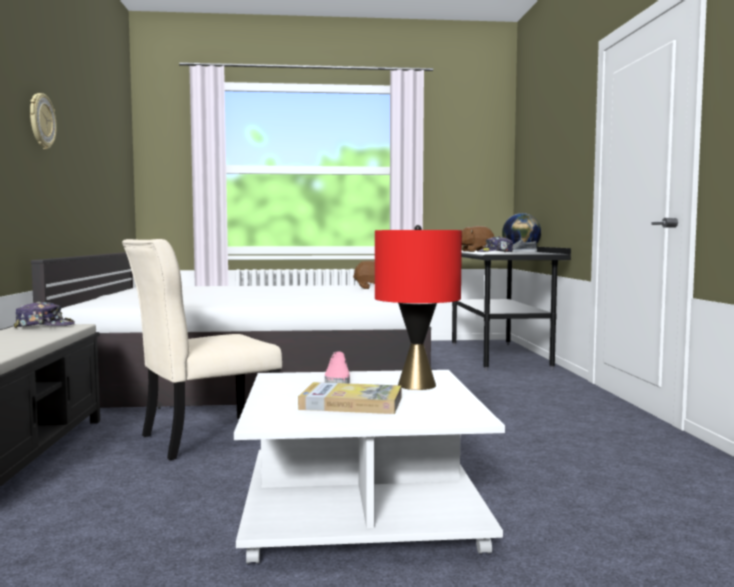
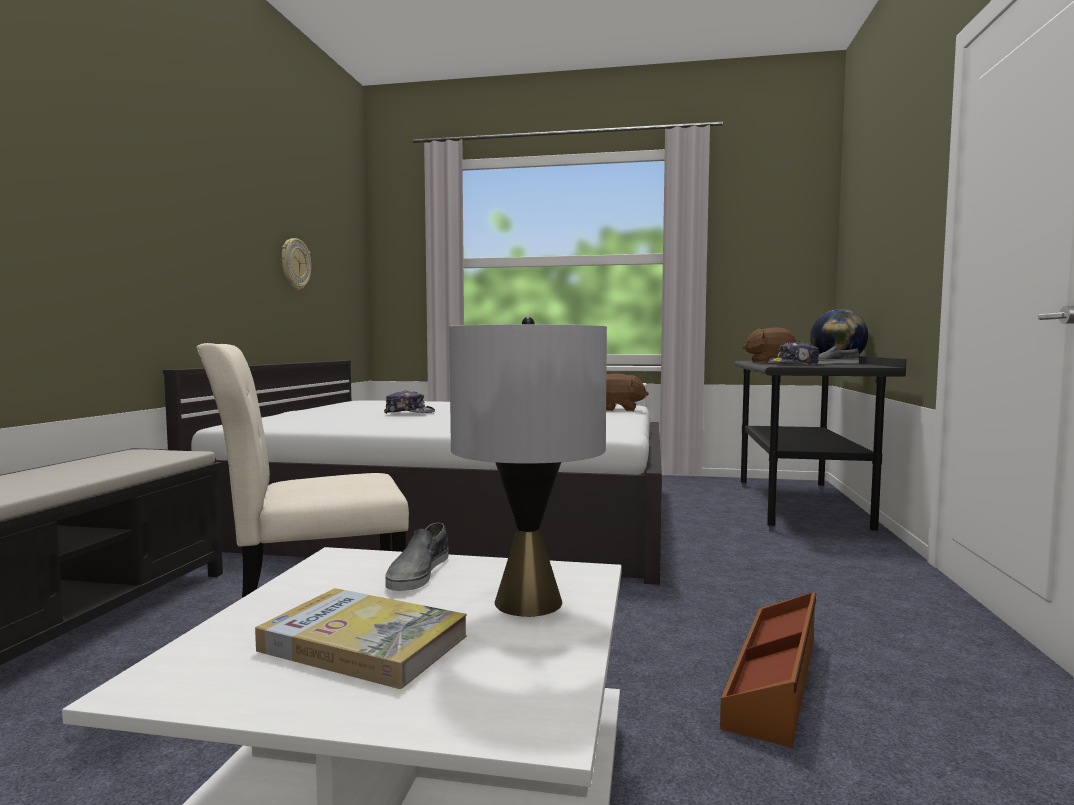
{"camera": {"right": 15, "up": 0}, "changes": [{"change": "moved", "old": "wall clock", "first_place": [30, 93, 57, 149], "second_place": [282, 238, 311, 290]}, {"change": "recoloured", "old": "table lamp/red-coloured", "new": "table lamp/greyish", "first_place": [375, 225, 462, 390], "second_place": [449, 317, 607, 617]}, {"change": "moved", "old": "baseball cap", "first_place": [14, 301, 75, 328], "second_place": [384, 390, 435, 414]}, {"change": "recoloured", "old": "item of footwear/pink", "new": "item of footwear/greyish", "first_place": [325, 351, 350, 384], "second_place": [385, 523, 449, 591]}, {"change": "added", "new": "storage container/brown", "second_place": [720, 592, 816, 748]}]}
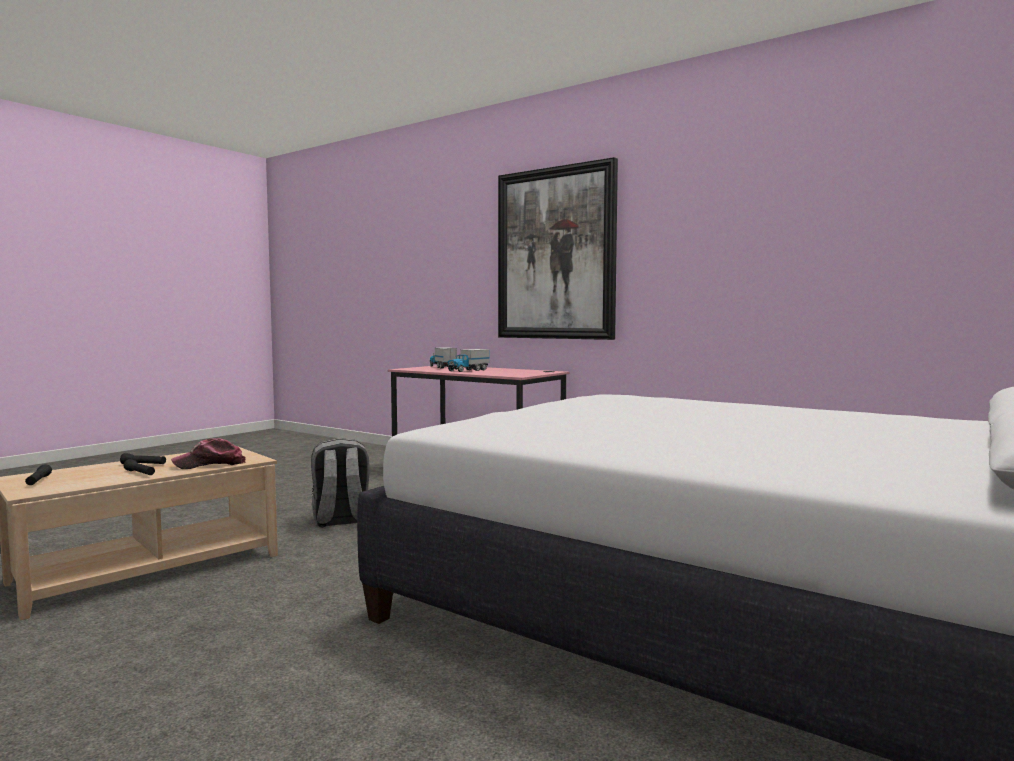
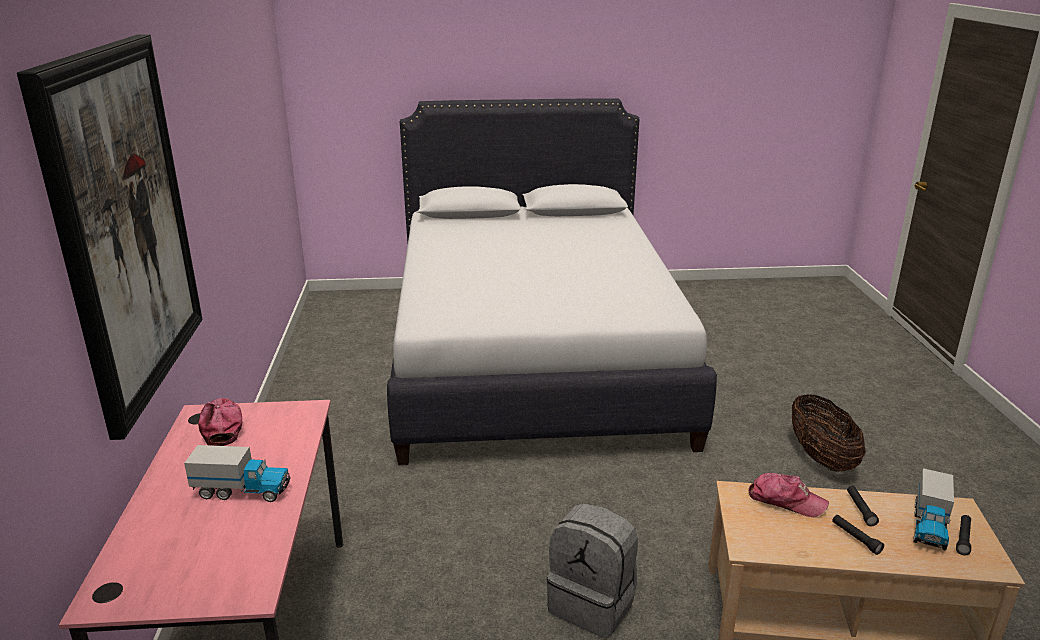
{"camera": {"right": -130, "up": 20}, "changes": [{"change": "moved", "old": "toy truck", "first_place": [430, 347, 457, 368], "second_place": [913, 468, 954, 550]}, {"change": "added", "new": "basket", "second_place": [792, 394, 866, 472]}, {"change": "added", "new": "baseball cap", "second_place": [198, 398, 242, 446]}]}
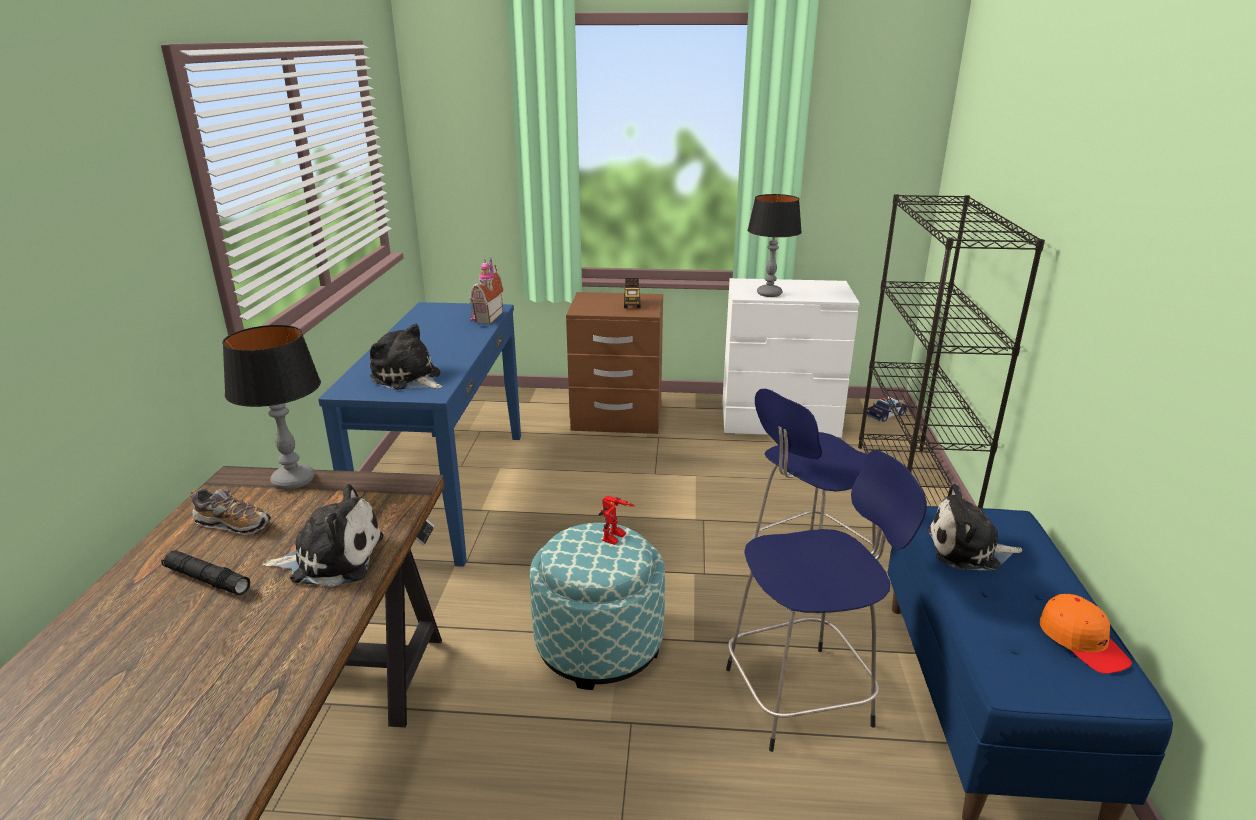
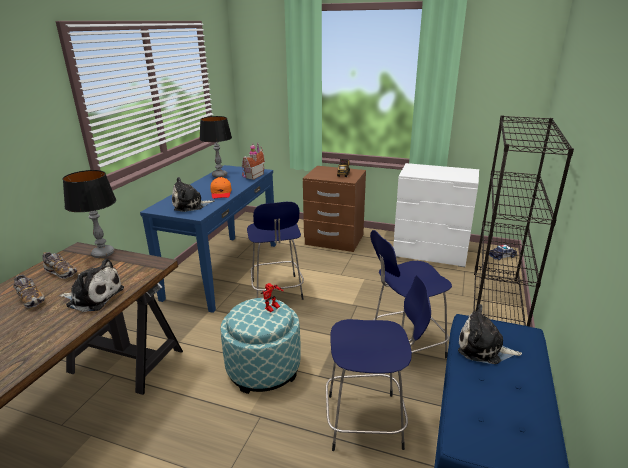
{"camera": {"right": 15, "up": 0}, "changes": [{"change": "moved", "old": "table lamp", "first_place": [747, 194, 802, 297], "second_place": [199, 116, 232, 178]}, {"change": "turned", "old": "soft toy", "first_place": [370, 324, 442, 390], "second_place": [172, 177, 214, 212], "degrees": -75}, {"change": "replaced", "old": "flashlight/blackish", "new": "item of footwear", "first_place": [161, 550, 250, 595], "second_place": [14, 274, 45, 308]}, {"change": "moved", "old": "baseball cap/orangey", "first_place": [1040, 594, 1132, 674], "second_place": [210, 177, 232, 199]}, {"change": "added", "new": "stool/blue", "second_place": [247, 202, 304, 300]}]}
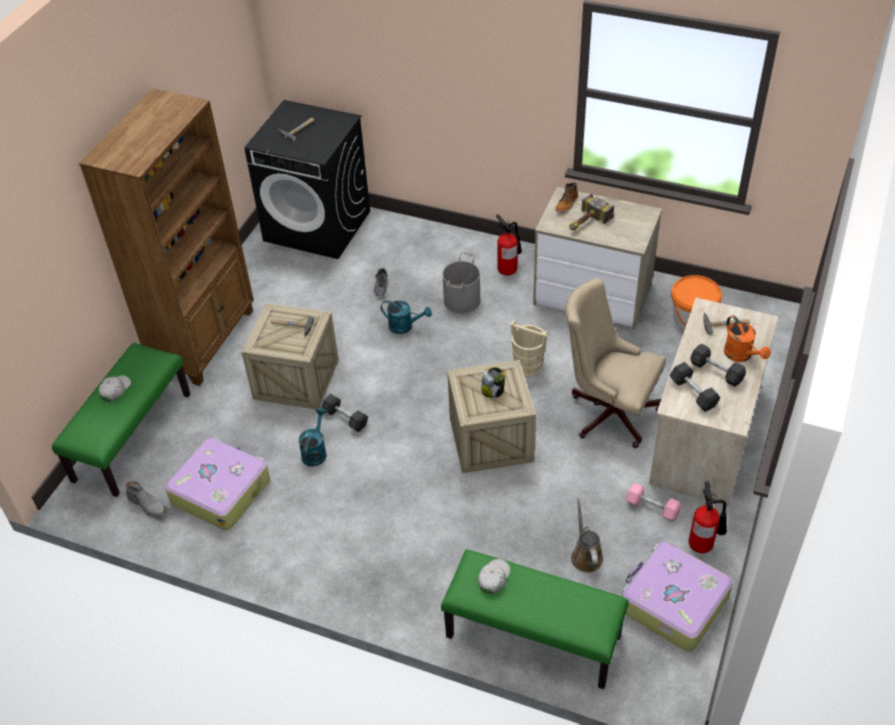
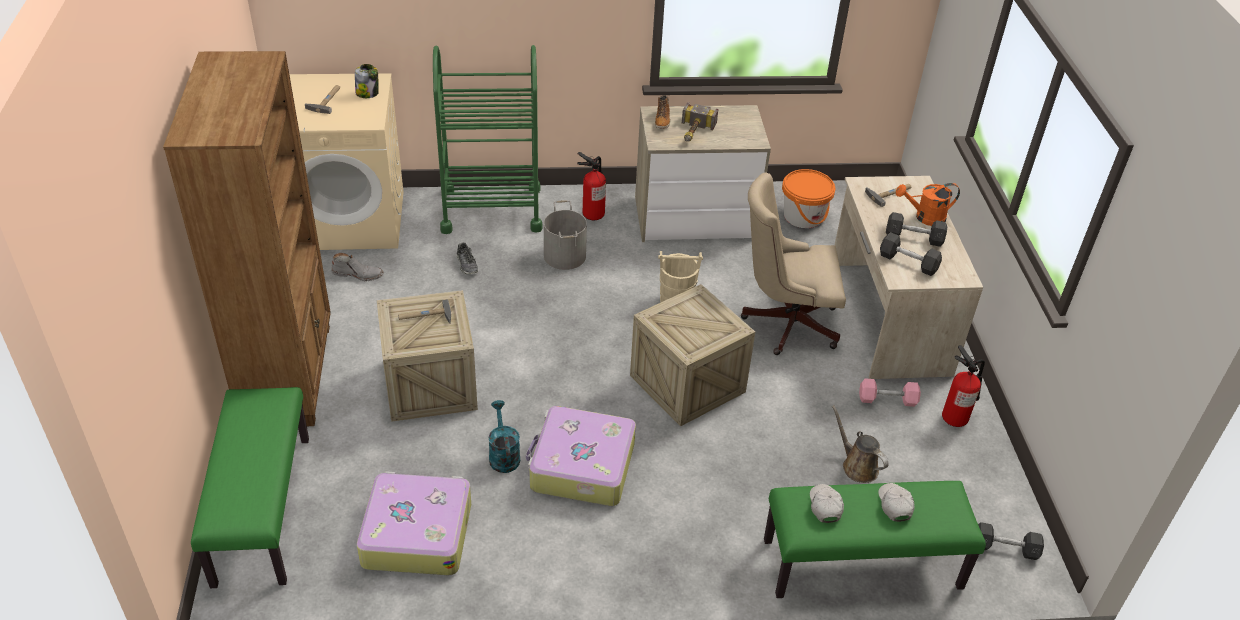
{"camera": {"right": -30, "up": -5}, "changes": [{"change": "recoloured", "old": "laundry machine/blackish", "new": "laundry machine/sand-coloured", "first_place": [244, 100, 370, 259], "second_place": [289, 73, 403, 250]}, {"change": "removed", "old": "sprinkling can/turquoise", "first_place": [381, 300, 432, 334]}, {"change": "turned", "old": "sprinkling can/orangey", "first_place": [724, 315, 771, 362], "second_place": [896, 183, 960, 226], "degrees": 135}, {"change": "moved", "old": "storage jar", "first_place": [481, 367, 505, 398], "second_place": [355, 64, 379, 98]}, {"change": "moved", "old": "baseball cap/white-coloured", "first_place": [99, 375, 131, 401], "second_place": [878, 483, 914, 522]}, {"change": "moved", "old": "free weight/greyish", "first_place": [322, 394, 368, 432], "second_place": [978, 522, 1044, 560]}, {"change": "moved", "old": "tall boot/greyish", "first_place": [126, 481, 167, 518], "second_place": [332, 253, 384, 281]}, {"change": "moved", "old": "travel case", "first_place": [622, 541, 733, 652], "second_place": [526, 406, 636, 506]}, {"change": "added", "new": "wheeled cart/greenish", "second_place": [433, 45, 542, 234]}]}
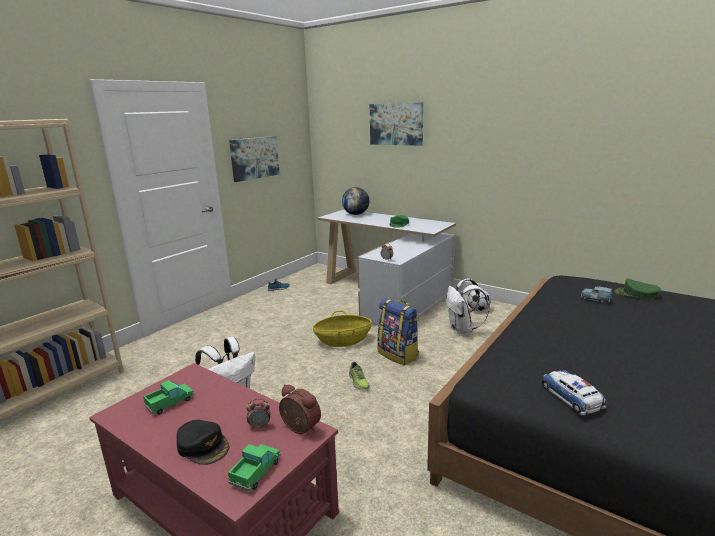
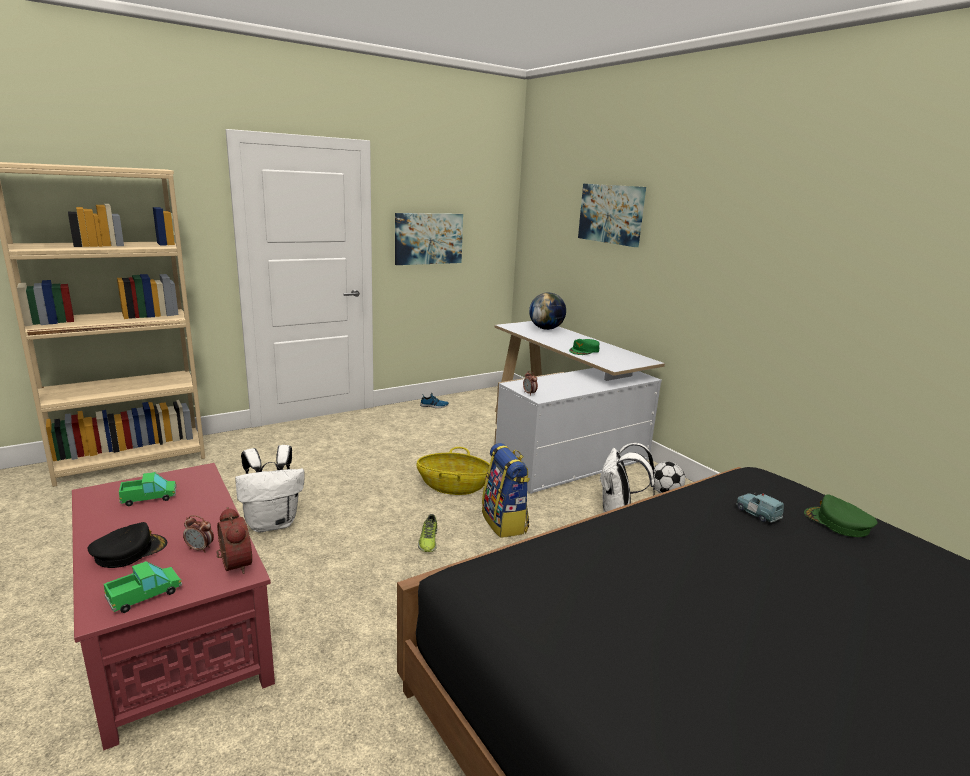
{"camera": {"right": 20, "up": 0}, "changes": [{"change": "removed", "old": "toy car", "first_place": [542, 370, 606, 416]}, {"change": "turned", "old": "baseball cap/blackish", "first_place": [177, 420, 229, 465], "second_place": [87, 522, 167, 568], "degrees": -105}]}
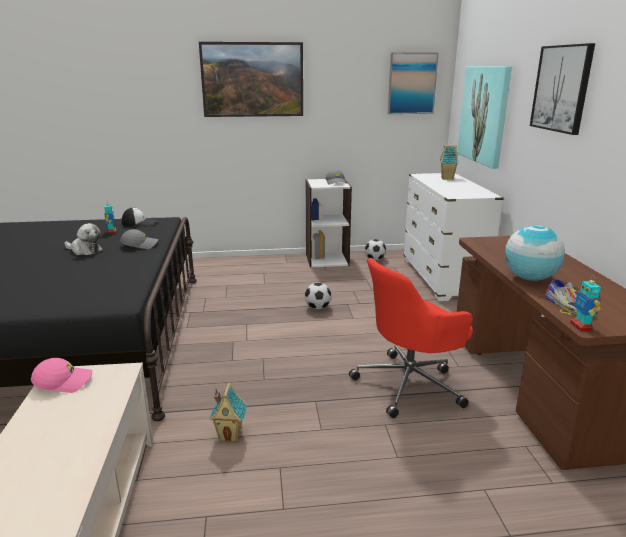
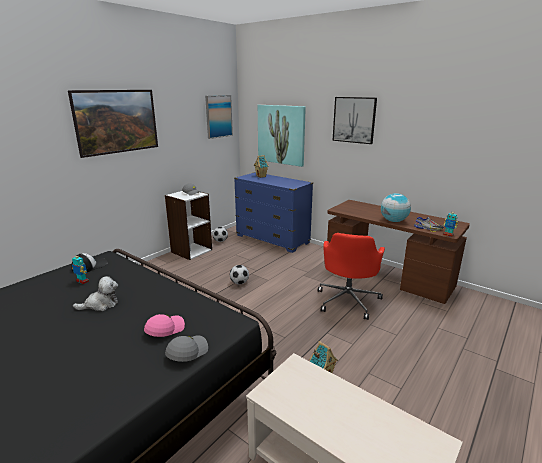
{"camera": {"right": -45, "up": 0}, "changes": [{"change": "recoloured", "old": "dresser/white-coloured", "new": "dresser/blue", "first_place": [403, 173, 504, 301], "second_place": [234, 172, 313, 253]}, {"change": "moved", "old": "baseball cap/greyish", "first_place": [120, 229, 158, 249], "second_place": [165, 335, 208, 362]}, {"change": "moved", "old": "baseball cap/pink", "first_place": [31, 358, 93, 393], "second_place": [144, 314, 185, 337]}]}
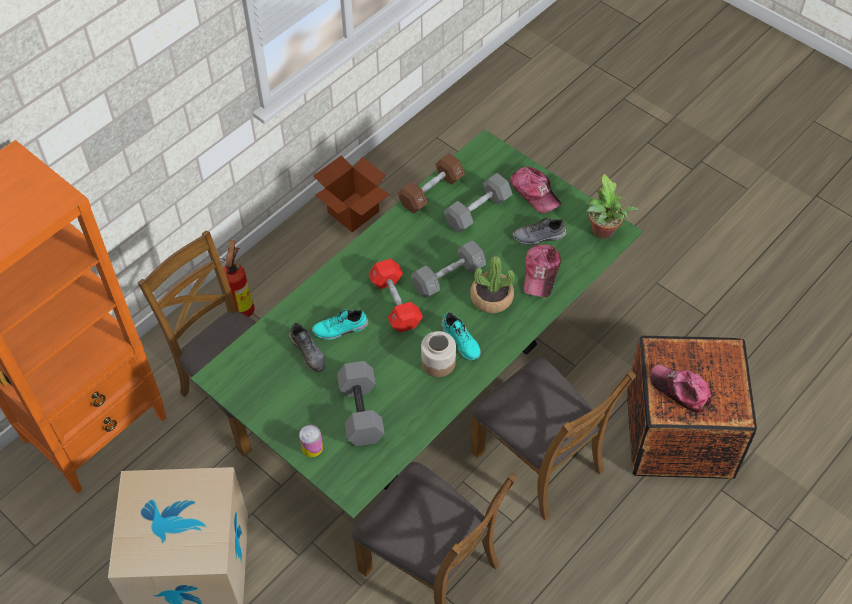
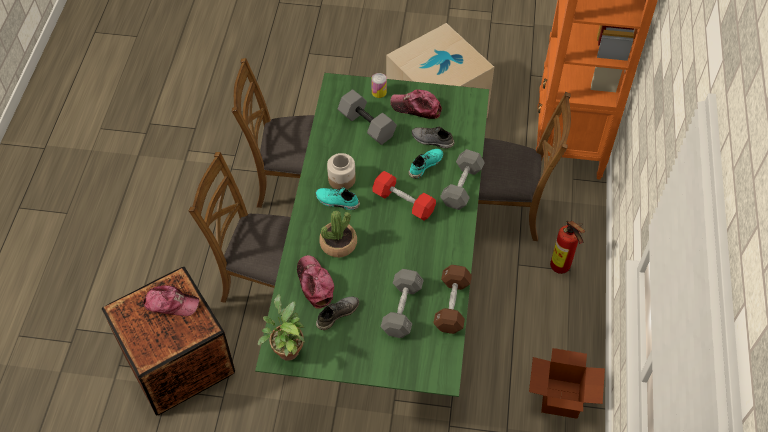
{"camera": {"right": 145, "up": 0}, "changes": [{"change": "moved", "old": "baseball cap", "first_place": [510, 167, 561, 213], "second_place": [390, 89, 442, 119]}, {"change": "moved", "old": "free weight/greyish", "first_place": [412, 240, 486, 298], "second_place": [440, 149, 485, 210]}]}
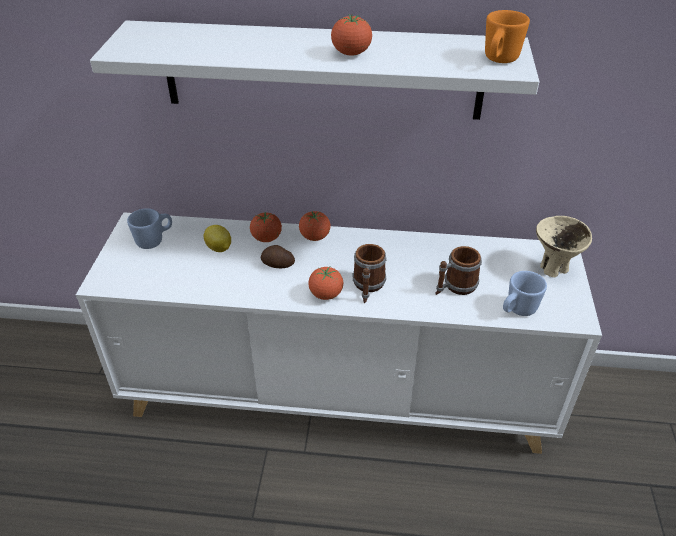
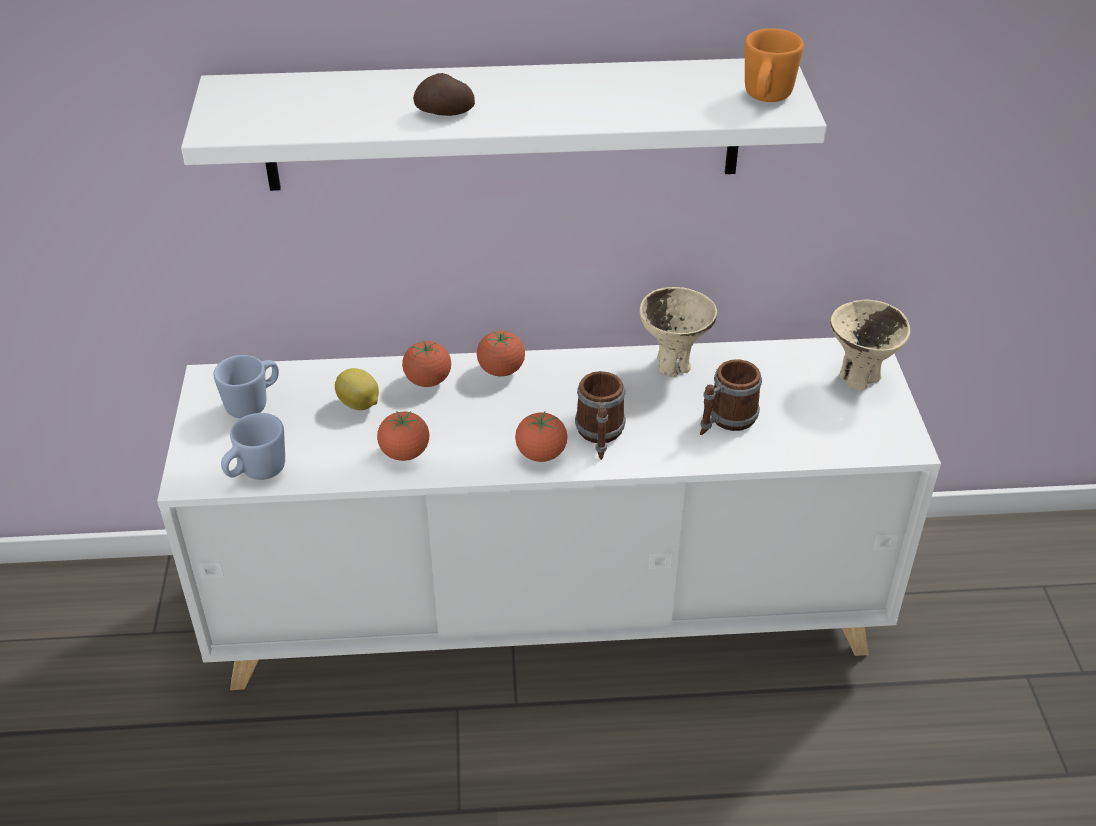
{"camera": {"right": -10, "up": 0}, "changes": [{"change": "moved", "old": "tomato", "first_place": [331, 14, 372, 56], "second_place": [377, 411, 429, 461]}, {"change": "moved", "old": "spud", "first_place": [261, 245, 295, 268], "second_place": [413, 73, 475, 116]}, {"change": "moved", "old": "coffee mug/blue", "first_place": [503, 271, 547, 316], "second_place": [221, 413, 285, 480]}, {"change": "added", "new": "serving bowl/sand-coloured", "second_place": [639, 287, 717, 377]}]}
